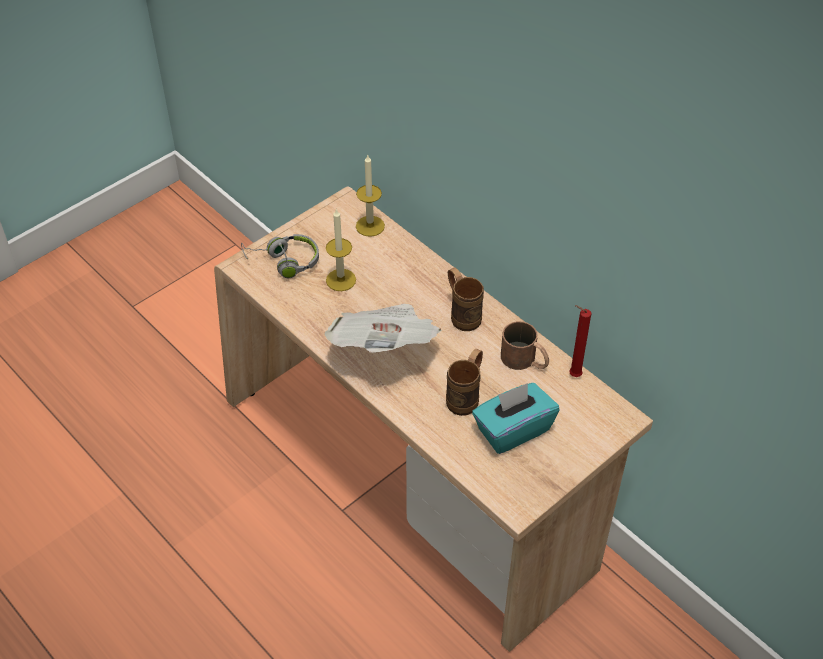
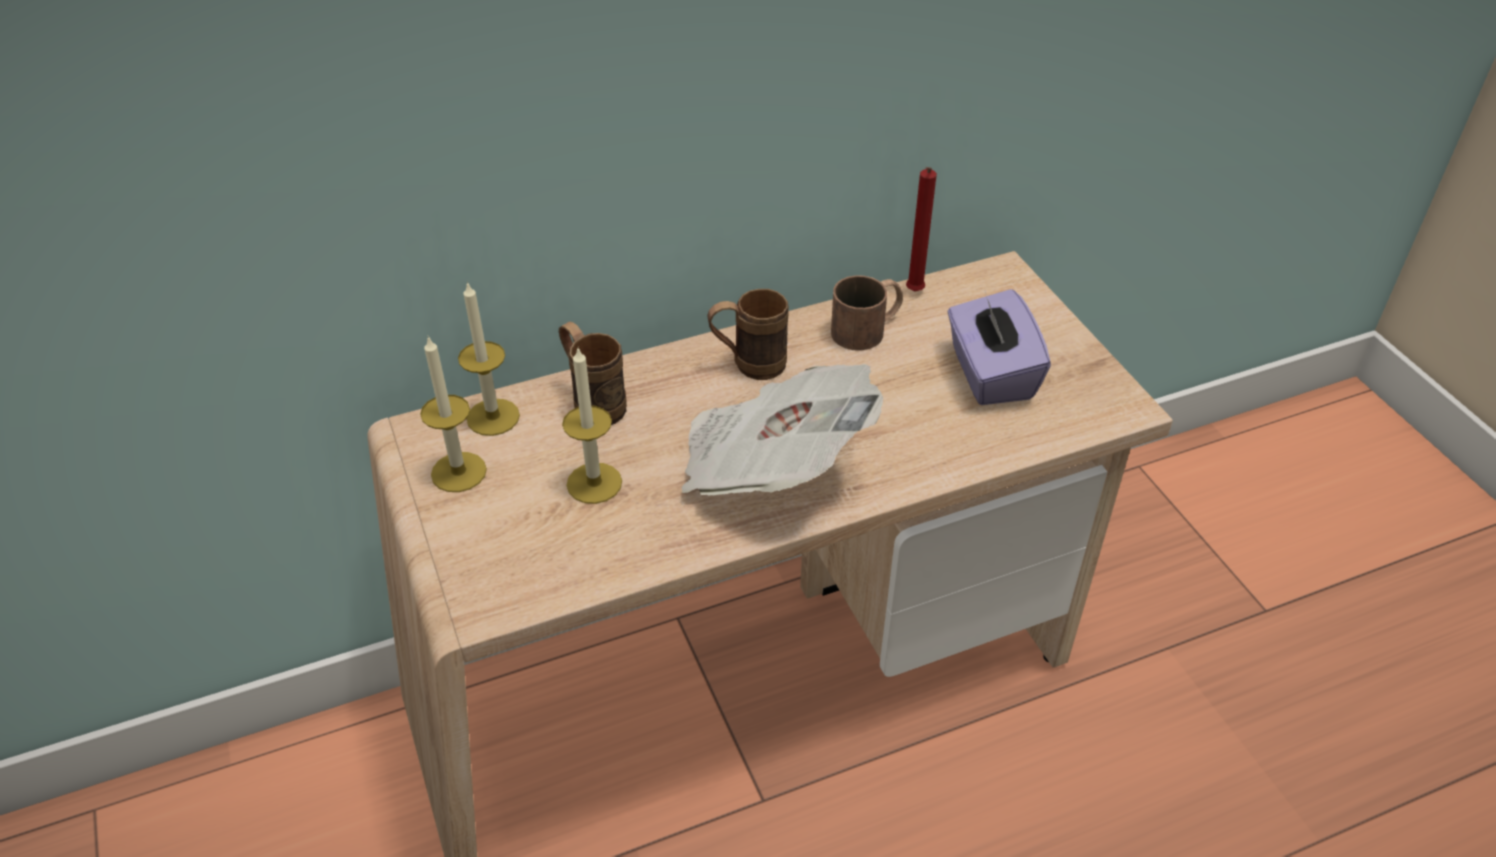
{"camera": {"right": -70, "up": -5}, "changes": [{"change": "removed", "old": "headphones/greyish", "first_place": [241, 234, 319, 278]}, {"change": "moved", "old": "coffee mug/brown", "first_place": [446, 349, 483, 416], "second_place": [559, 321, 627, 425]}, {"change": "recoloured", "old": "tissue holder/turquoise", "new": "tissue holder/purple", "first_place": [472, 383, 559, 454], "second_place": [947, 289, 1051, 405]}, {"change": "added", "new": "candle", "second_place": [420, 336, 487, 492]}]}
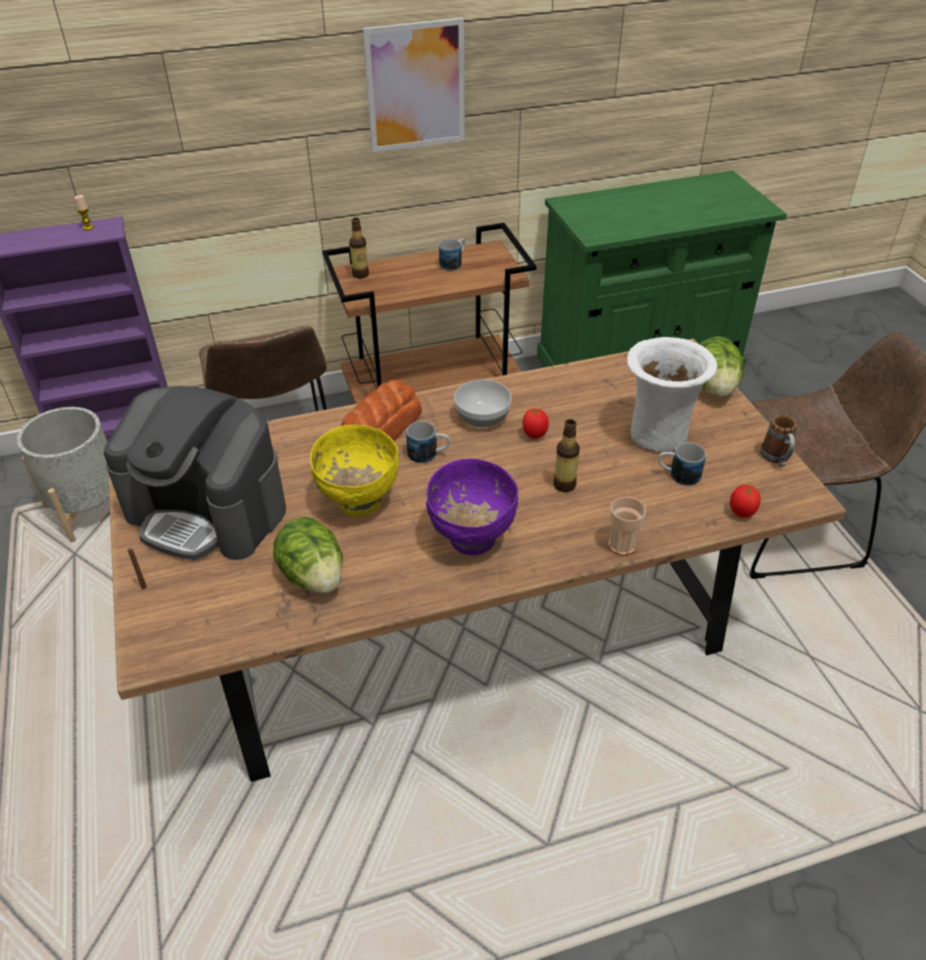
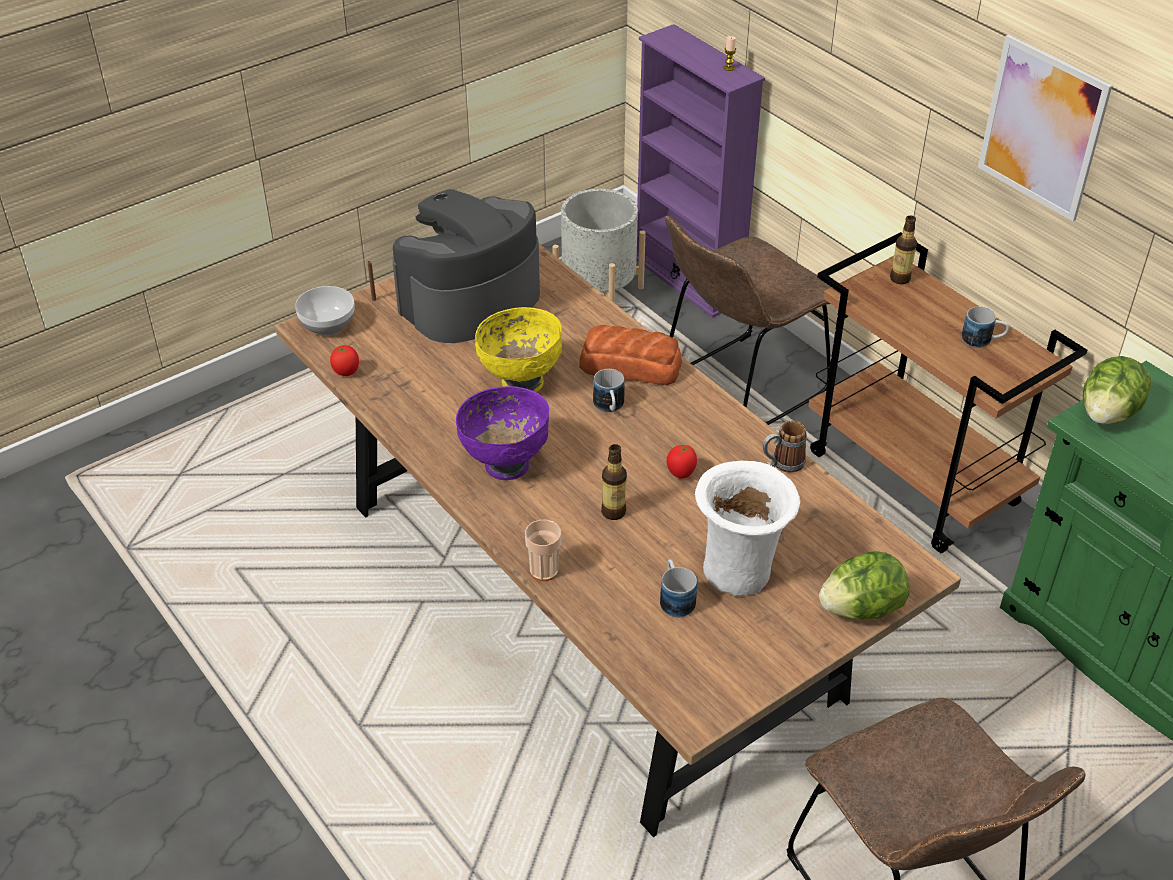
{"camera": {"right": 70, "up": 0}, "changes": [{"change": "moved", "old": "serving bowl", "first_place": [454, 380, 511, 427], "second_place": [295, 286, 355, 335]}, {"change": "turned", "old": "coffee brewer", "first_place": [104, 386, 286, 560], "second_place": [392, 189, 540, 343], "degrees": 45}, {"change": "moved", "old": "coffee mug", "first_place": [760, 415, 797, 467], "second_place": [763, 420, 807, 472]}, {"change": "moved", "old": "tomato", "first_place": [730, 485, 761, 518], "second_place": [330, 345, 359, 376]}, {"change": "moved", "old": "lettuce", "first_place": [273, 517, 343, 593], "second_place": [1083, 356, 1151, 424]}]}
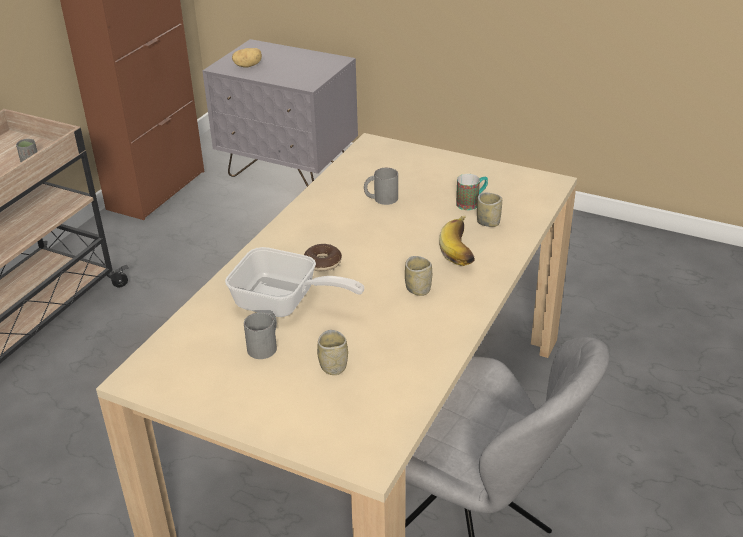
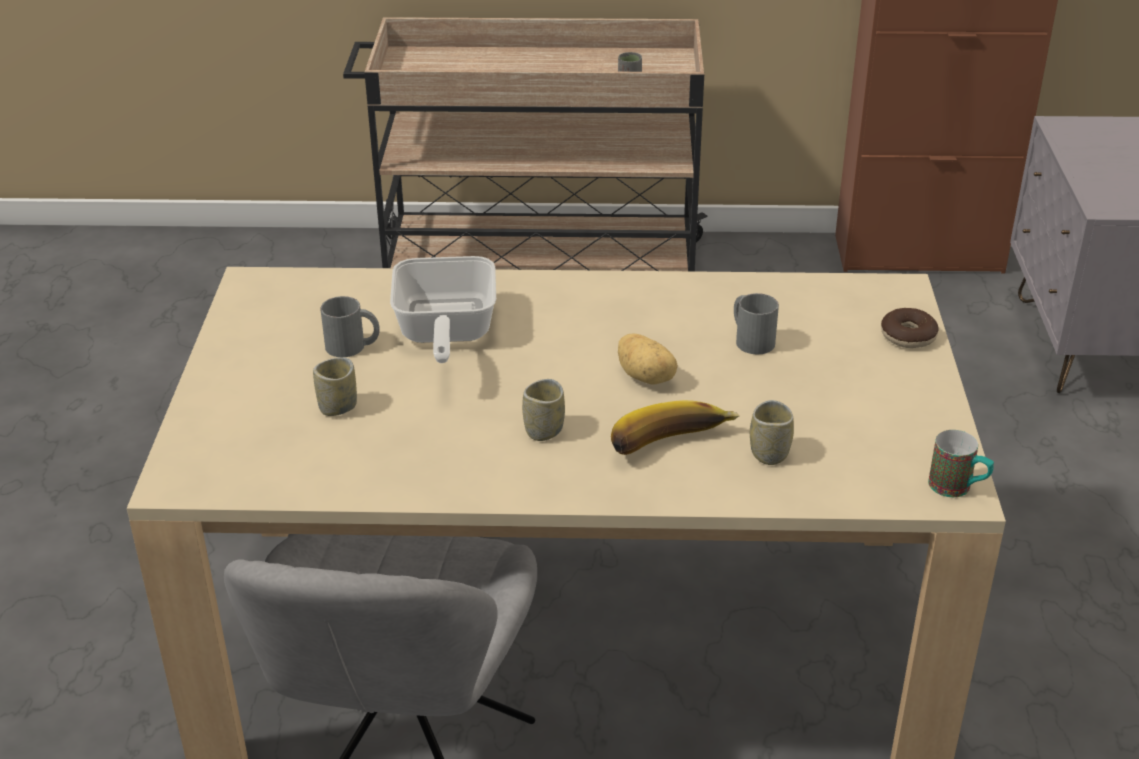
{"camera": {"right": 65, "up": 0}, "changes": [{"change": "moved", "old": "spud", "first_place": [232, 48, 262, 68], "second_place": [618, 333, 678, 385]}, {"change": "moved", "old": "coffee mug", "first_place": [456, 174, 488, 210], "second_place": [928, 430, 994, 497]}, {"change": "moved", "old": "donut", "first_place": [304, 244, 342, 271], "second_place": [881, 308, 939, 348]}]}
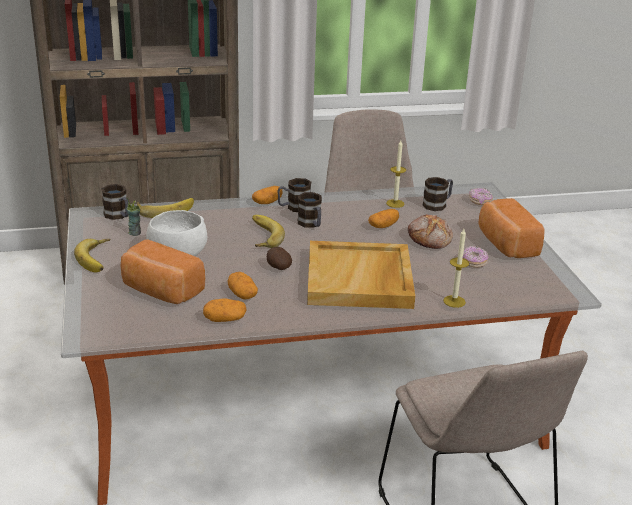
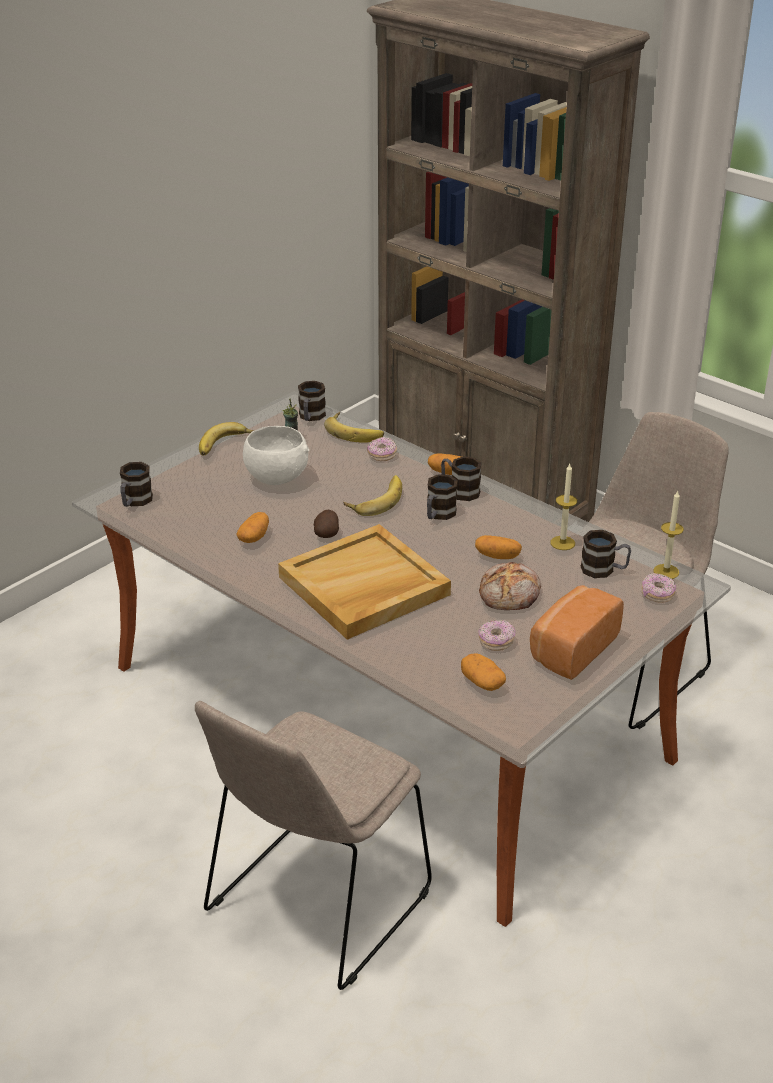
{"camera": {"right": 55, "up": 5}, "changes": [{"change": "moved", "old": "candle", "first_place": [443, 229, 469, 308], "second_place": [653, 491, 684, 579]}, {"change": "removed", "old": "baked bread", "first_place": [121, 239, 205, 304]}, {"change": "moved", "old": "spud", "first_place": [203, 298, 247, 322], "second_place": [461, 653, 506, 691]}, {"change": "added", "new": "donut", "second_place": [367, 437, 397, 461]}, {"change": "added", "new": "coffee mug", "second_place": [120, 462, 153, 507]}]}
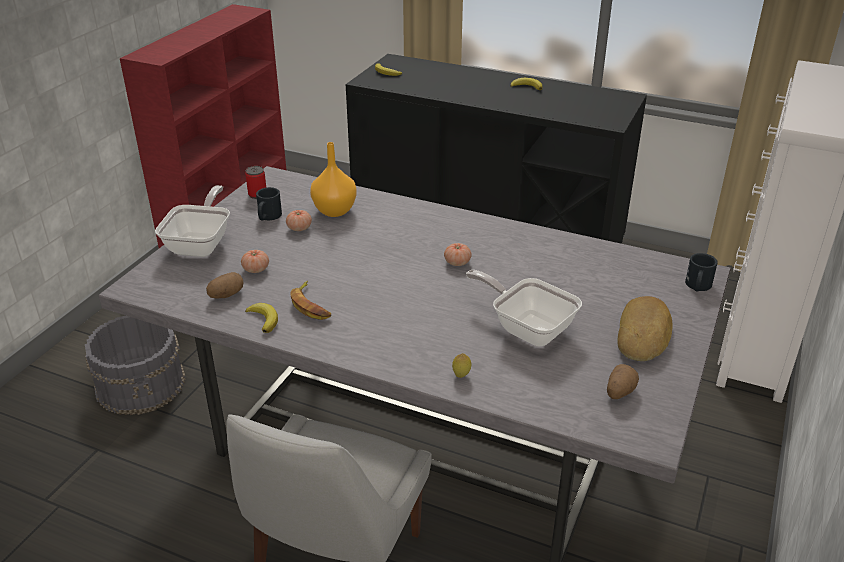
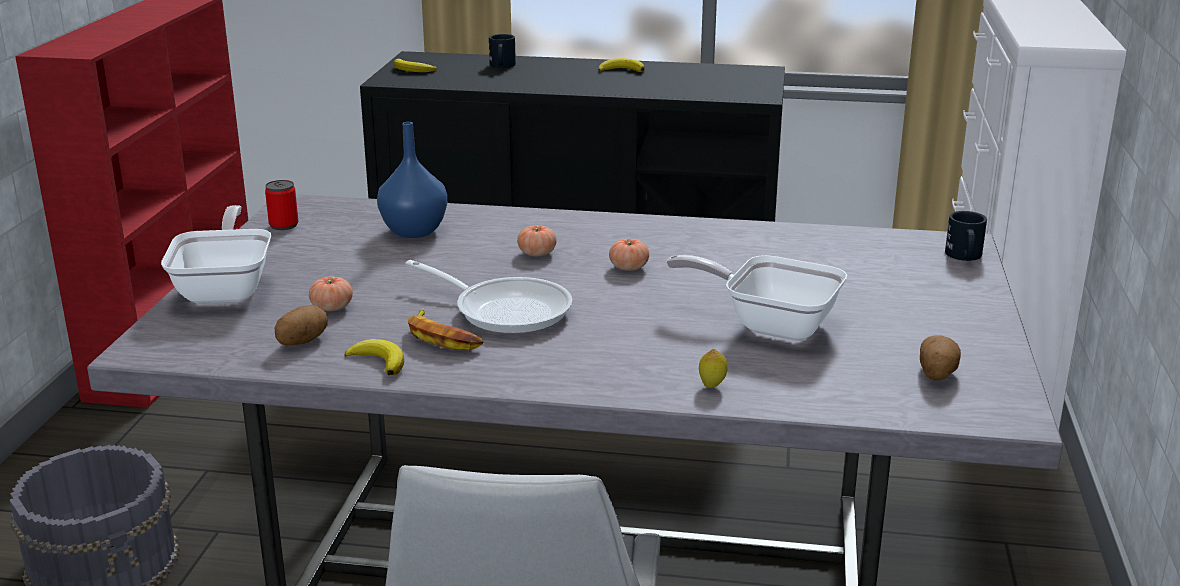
{"camera": {"right": -15, "up": -10}, "changes": [{"change": "recoloured", "old": "decorative vase/orangey", "new": "decorative vase/blue", "first_place": [310, 142, 357, 217], "second_place": [377, 122, 447, 238]}, {"change": "moved", "old": "coffee mug/blackish", "first_place": [256, 187, 282, 221], "second_place": [489, 34, 516, 68]}, {"change": "moved", "old": "tomato", "first_place": [286, 210, 312, 231], "second_place": [517, 225, 557, 256]}, {"change": "removed", "old": "baked bread", "first_place": [617, 296, 673, 361]}, {"change": "added", "new": "frying pan", "second_place": [405, 260, 572, 334]}]}
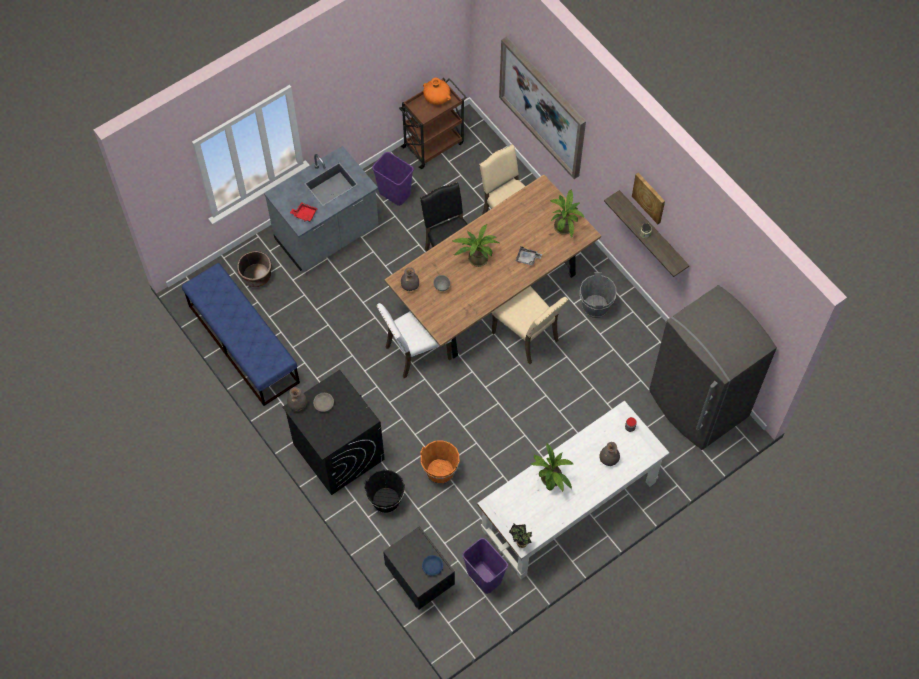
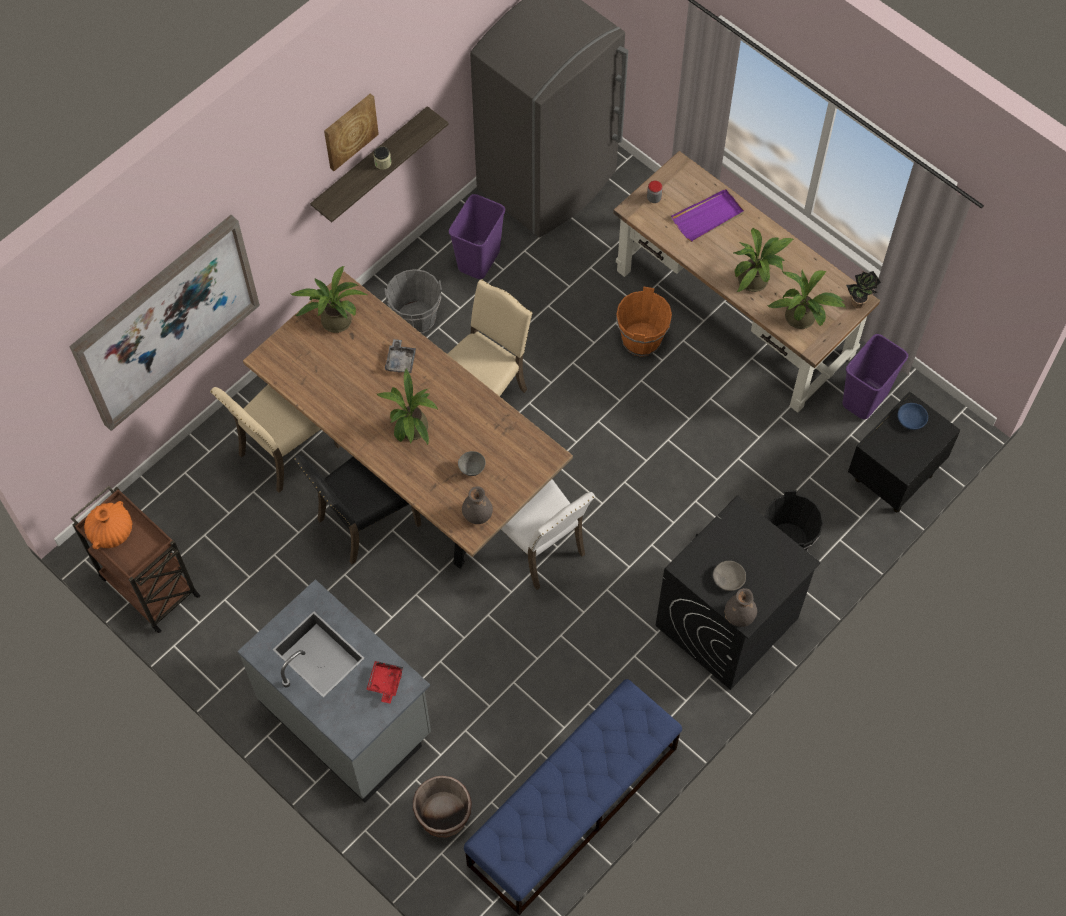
{"camera": {"right": -100, "up": 0}, "changes": [{"change": "moved", "old": "waste bin/purple", "first_place": [372, 152, 414, 206], "second_place": [449, 194, 505, 279]}, {"change": "recoloured", "old": "desk table/white-coloured", "new": "desk table/brown", "first_place": [477, 401, 670, 579], "second_place": [613, 151, 880, 413]}, {"change": "moved", "old": "bucket/orangey", "first_place": [420, 440, 460, 484], "second_place": [616, 287, 672, 357]}, {"change": "replaced", "old": "decorative vase/greyish", "new": "carrying tray/purple", "first_place": [599, 442, 620, 466], "second_place": [671, 189, 744, 242]}, {"change": "added", "new": "houseplant", "second_place": [767, 270, 846, 329]}]}
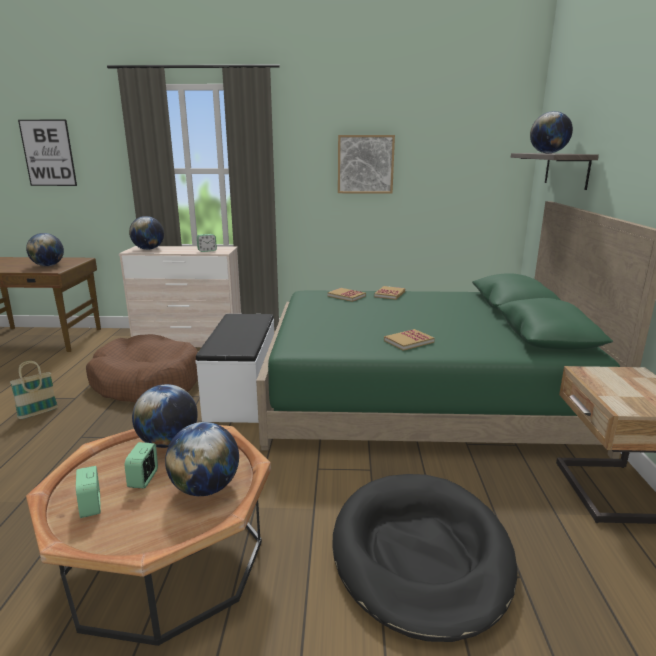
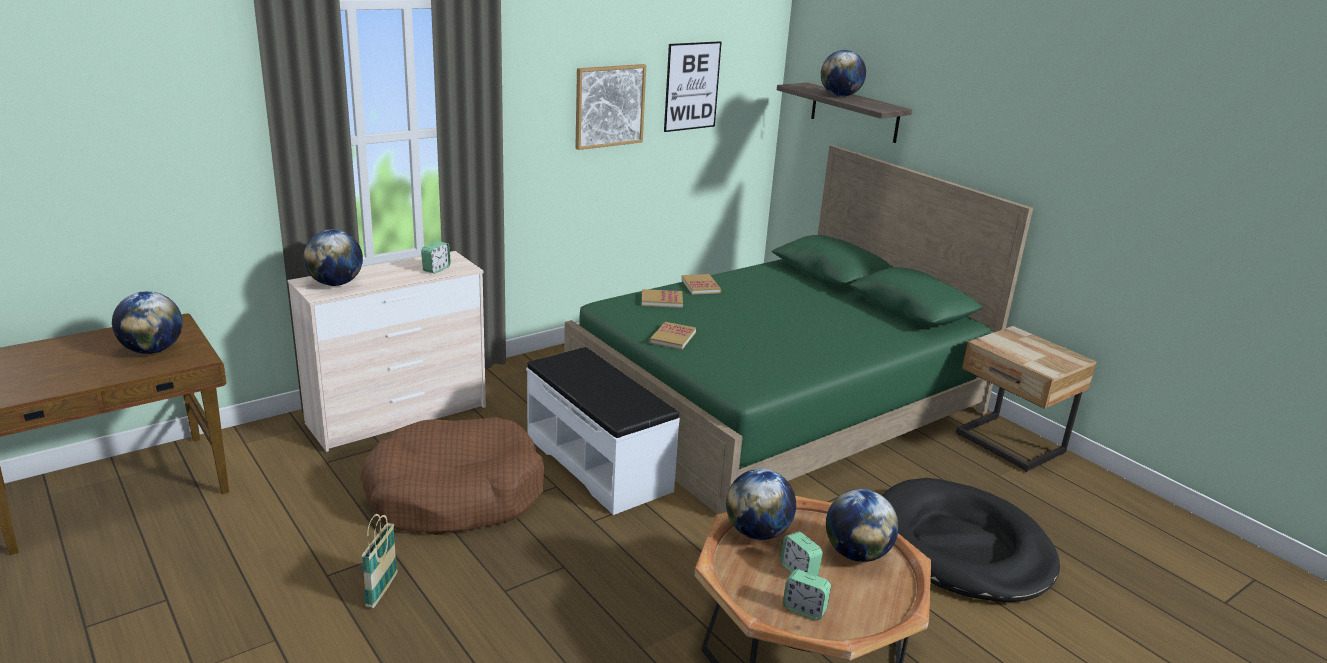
{"camera": {"right": -40, "up": 5}, "changes": [{"change": "moved", "old": "picture", "first_place": [18, 120, 77, 186], "second_place": [664, 41, 722, 132]}, {"change": "moved", "old": "book", "first_place": [384, 329, 435, 351], "second_place": [650, 322, 696, 350]}]}
